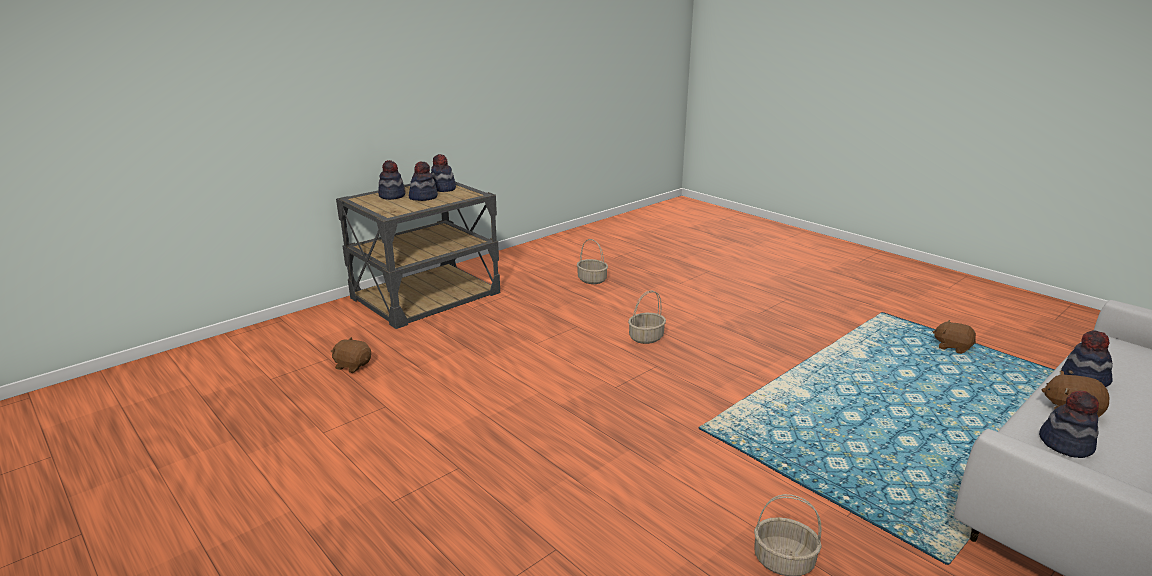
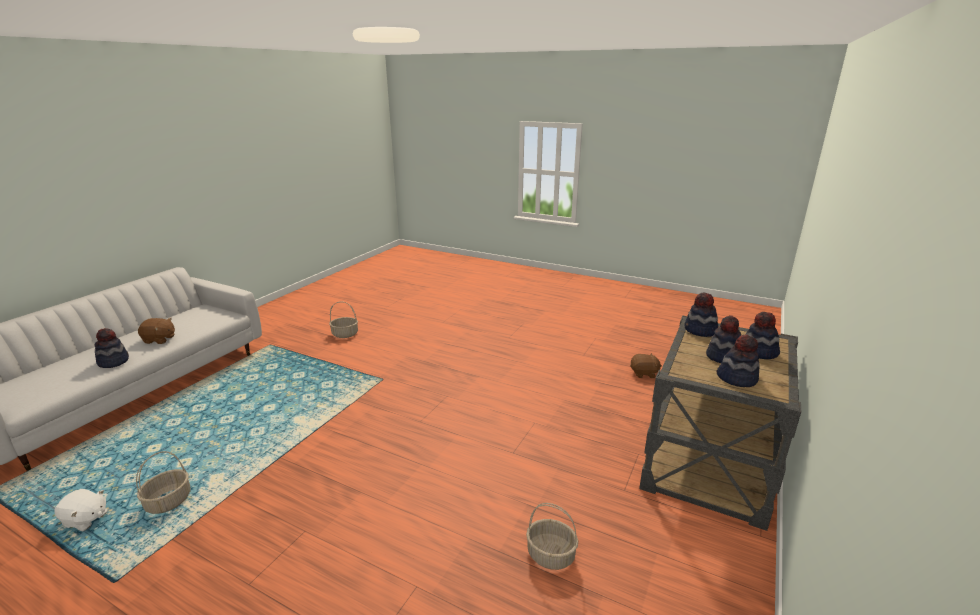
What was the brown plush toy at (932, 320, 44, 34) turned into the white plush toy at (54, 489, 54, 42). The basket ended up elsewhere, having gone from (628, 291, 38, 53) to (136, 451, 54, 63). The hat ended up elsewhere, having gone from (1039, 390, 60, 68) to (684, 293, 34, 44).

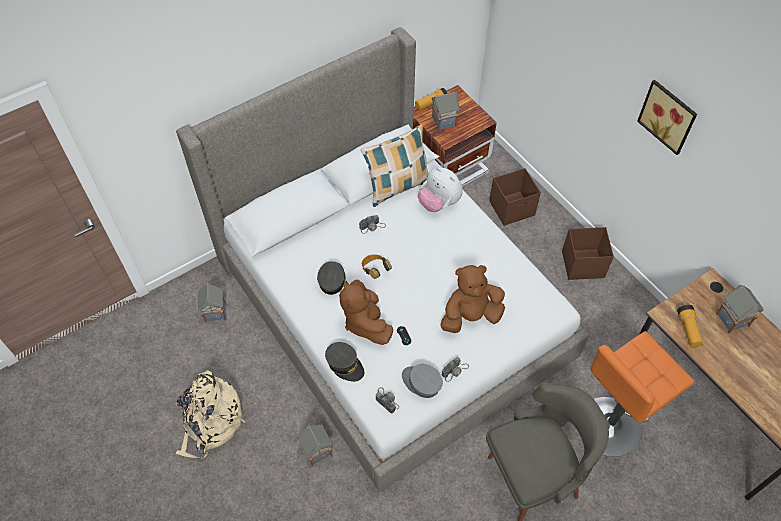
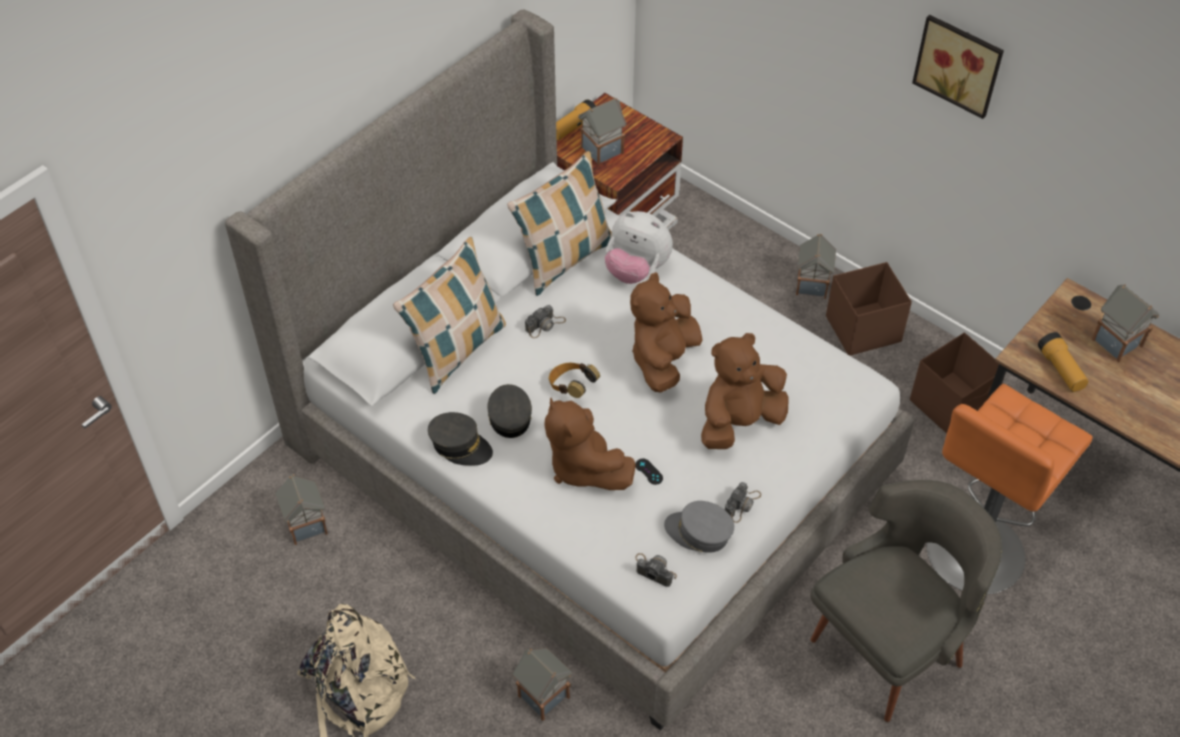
The second view gained the pillow at (393, 237, 113, 157). The grey cap ended up elsewhere, having gone from (325, 342, 39, 40) to (428, 412, 65, 54). The second view gained the brown plush toy at (630, 272, 72, 121). The second view gained the toy house at (796, 234, 40, 65). The brown storage box ended up elsewhere, having gone from (489, 168, 52, 58) to (910, 333, 96, 101).

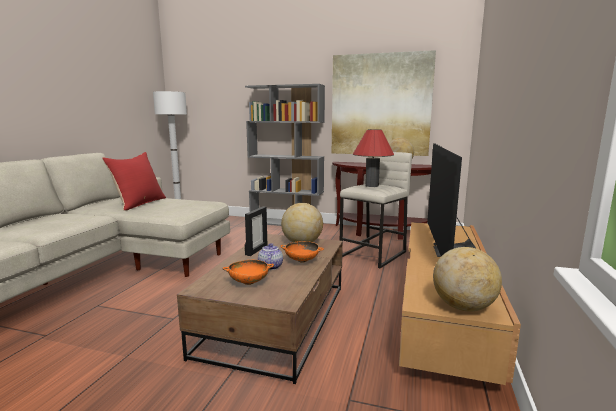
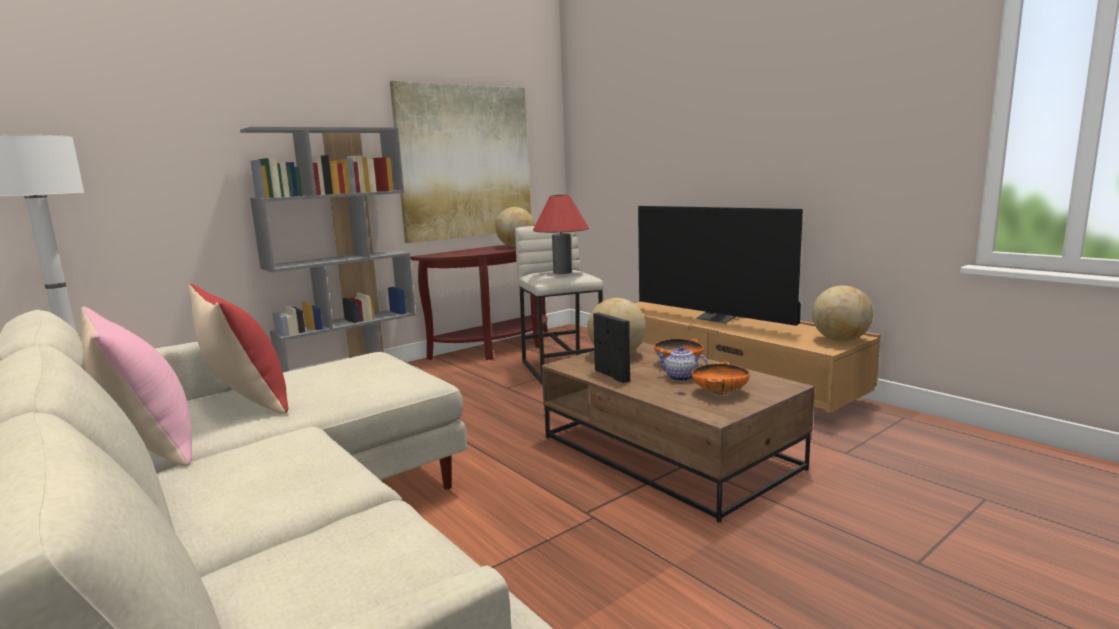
The second view gained the pink pillow at (81, 307, 111, 159).

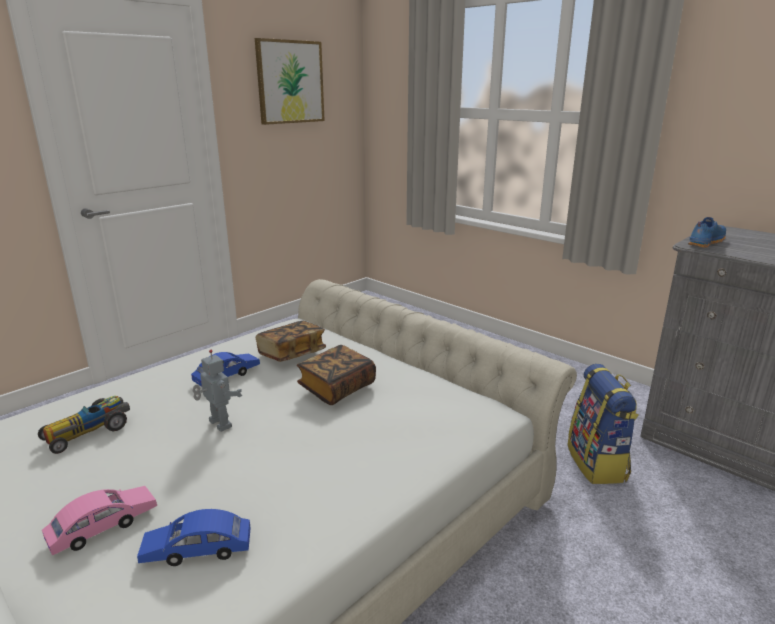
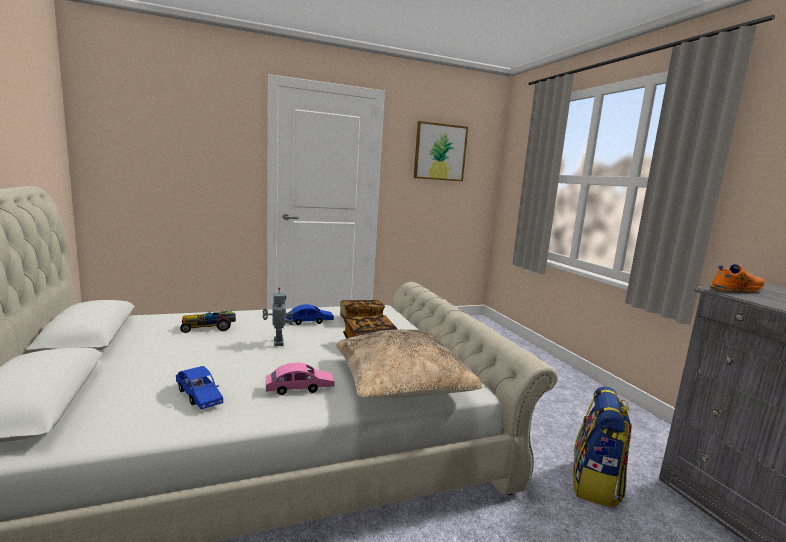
The blue toy car at (137, 509, 114, 57) ended up facing another way, 150 degrees counterclockwise from before. The pink toy car ended up elsewhere, having gone from (42, 486, 115, 69) to (266, 363, 68, 32). The second view gained the beige pillow at (335, 329, 147, 69). What was the blue shoe at (688, 217, 38, 31) turned into the orange shoe at (710, 264, 55, 28).

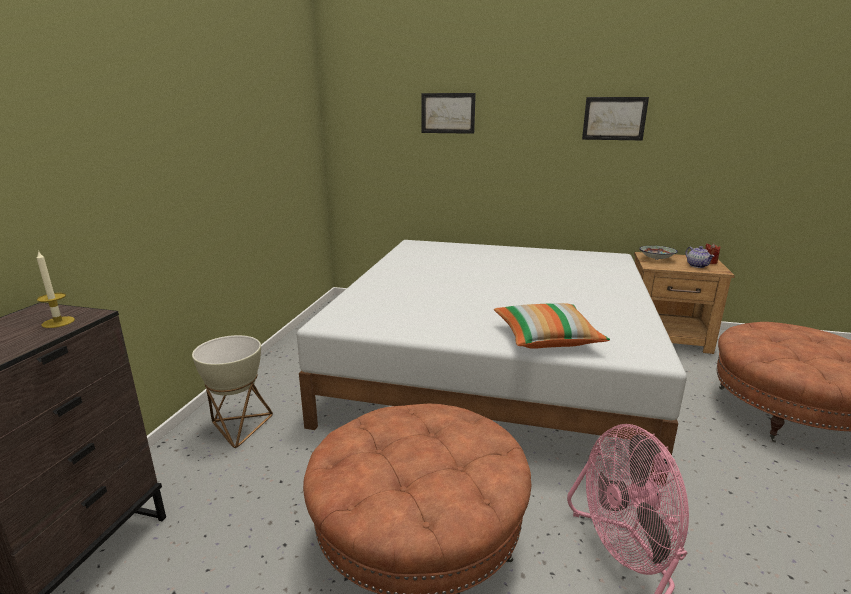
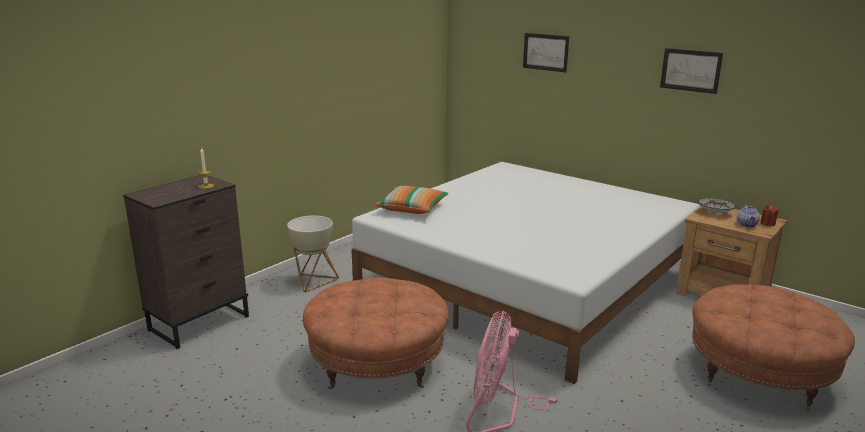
The pillow ended up elsewhere, having gone from (494, 303, 116, 46) to (374, 186, 75, 28).

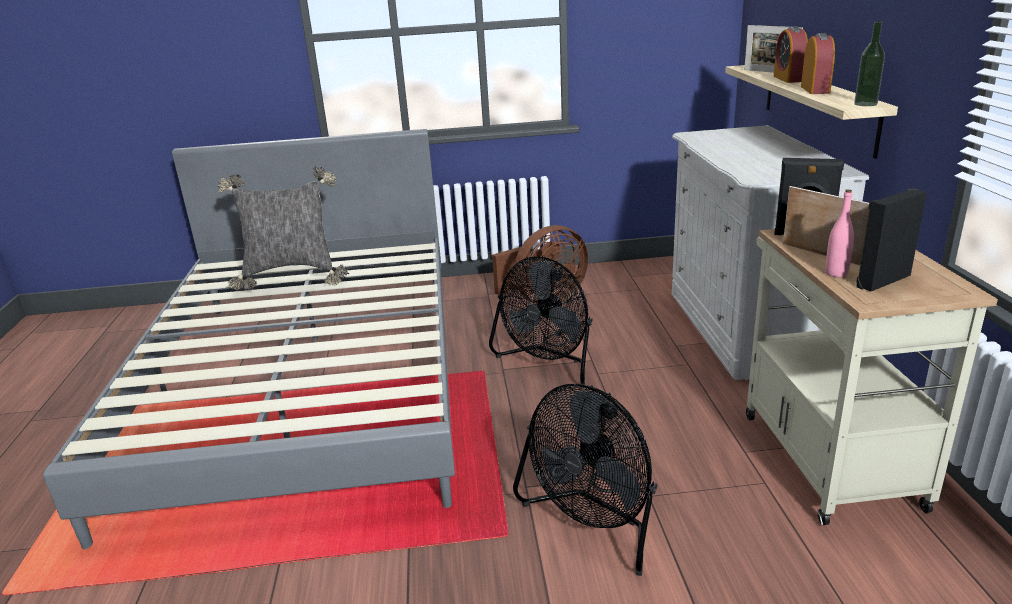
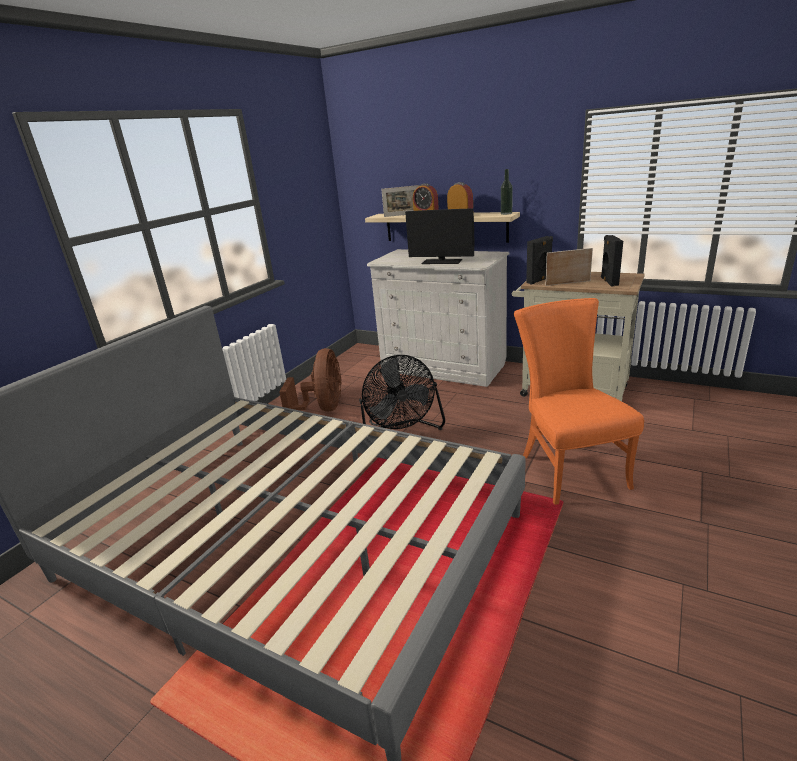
The second view gained the monitor at (405, 208, 69, 56). Where the black fan stood at (513, 384, 145, 192), the orange chair came to stand at (514, 298, 130, 207). The second view lost the pillow at (218, 166, 132, 124). The second view lost the pink bottle at (825, 190, 29, 87).

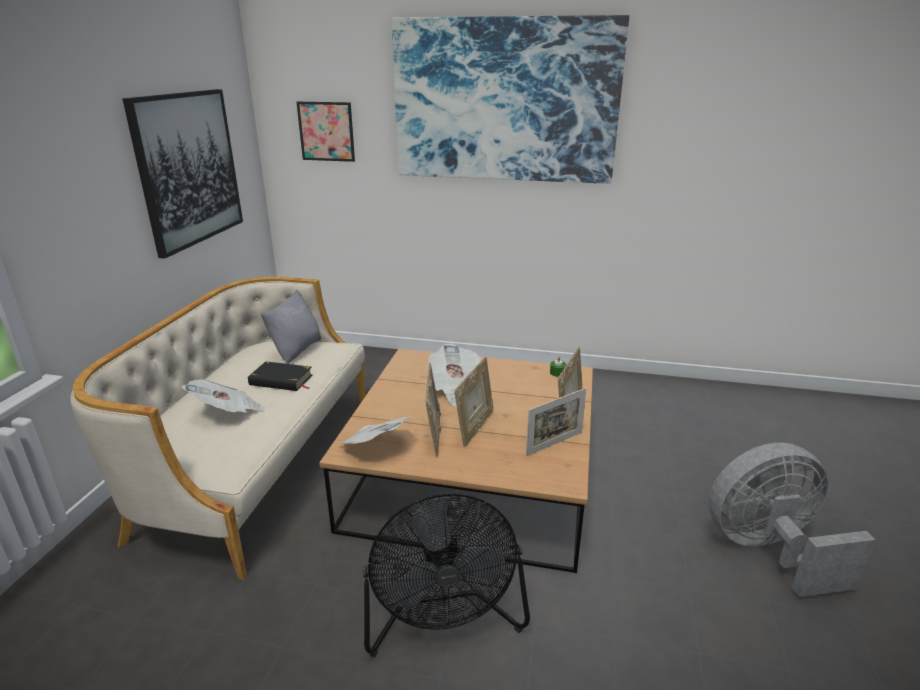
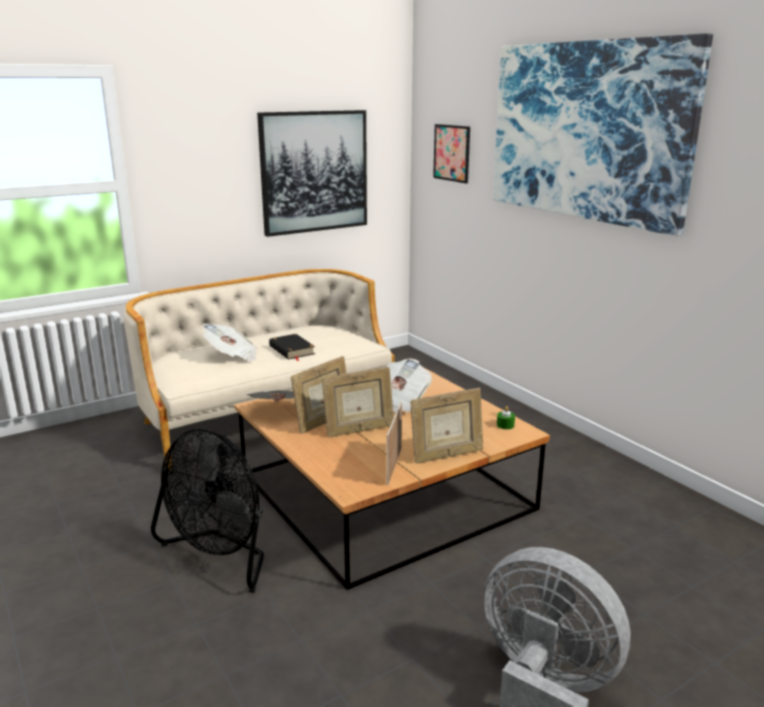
The picture frame at (526, 388, 60, 68) ended up facing another way, 90 degrees clockwise from before. The second view lost the grey pillow at (261, 290, 60, 74).

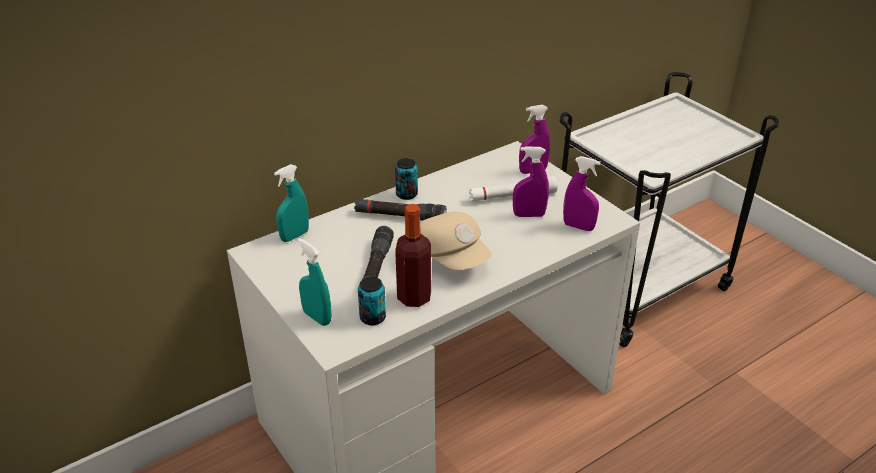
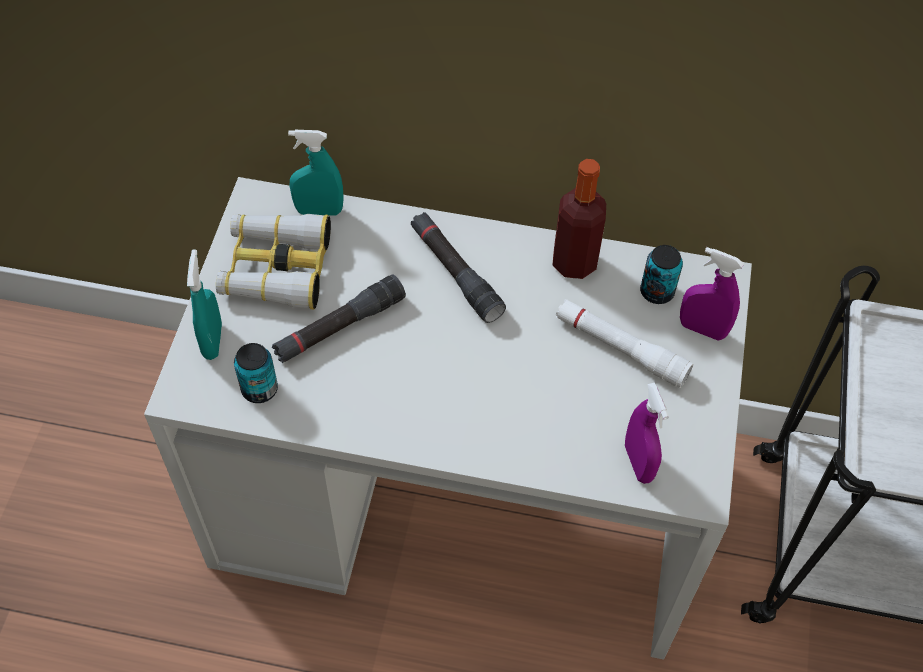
The second view gained the binoculars at (216, 214, 115, 96). The bottle ended up elsewhere, having gone from (395, 204, 36, 103) to (552, 159, 54, 120). The can ended up elsewhere, having gone from (395, 158, 23, 42) to (640, 245, 43, 59). The second view lost the beige cap at (420, 211, 72, 59). The second view lost the purple spray bottle at (513, 147, 36, 70).

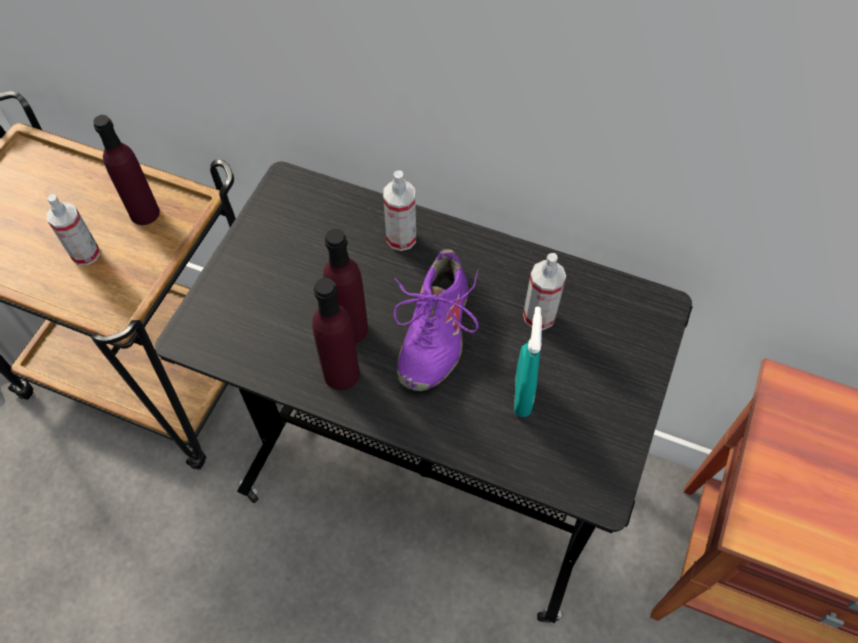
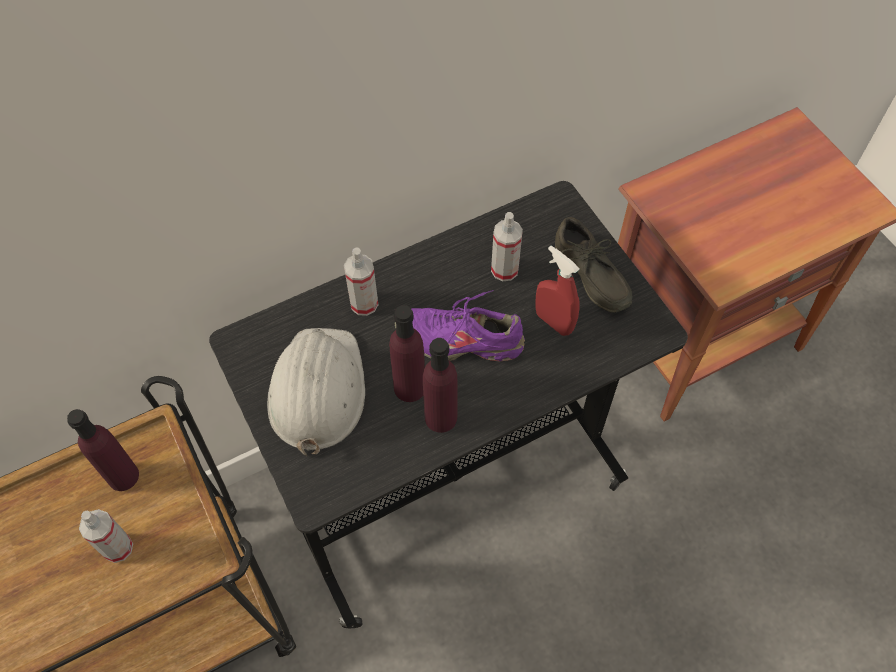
The second view gained the white hard hat at (267, 328, 98, 129). The purple shoe at (394, 249, 85, 142) ended up facing another way, 135 degrees clockwise from before. What was the turquoise spray bottle at (514, 307, 28, 110) turned into the red spray bottle at (535, 245, 45, 91). The second view gained the grey shoe at (555, 217, 77, 96).

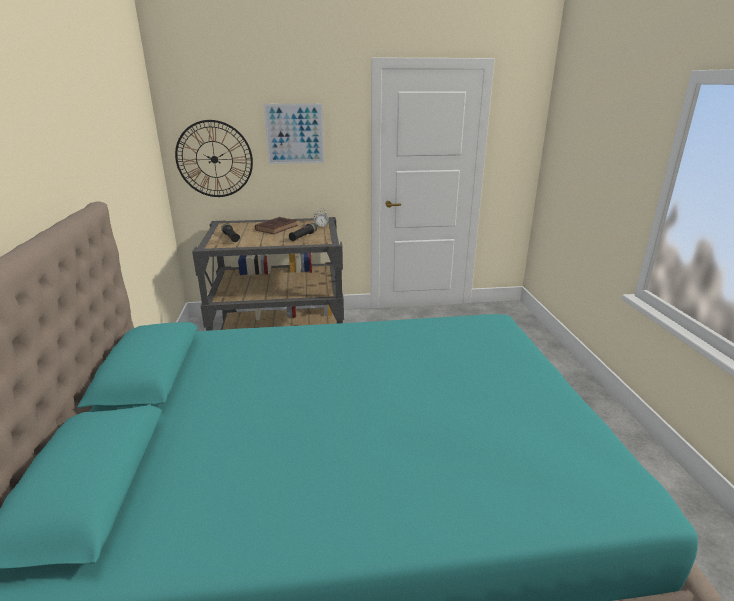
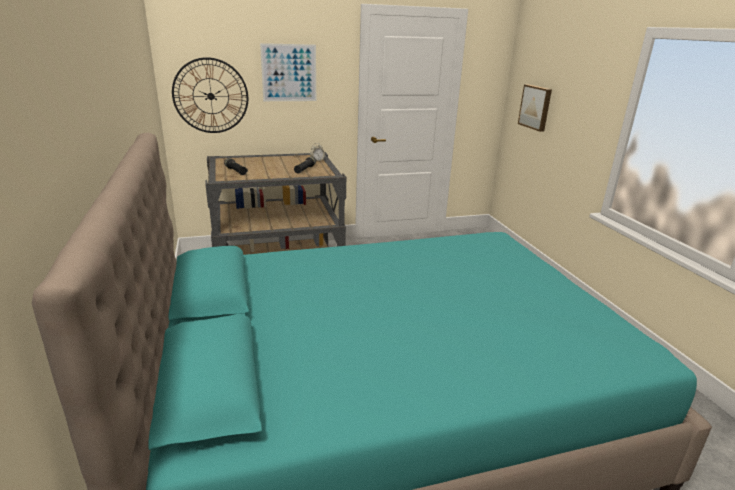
The second view gained the picture at (518, 85, 34, 47). The second view lost the brown book at (255, 217, 43, 17).

